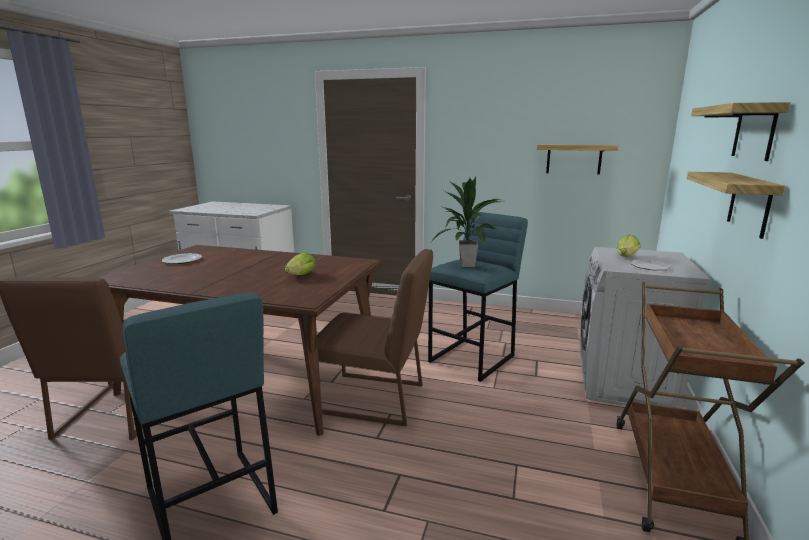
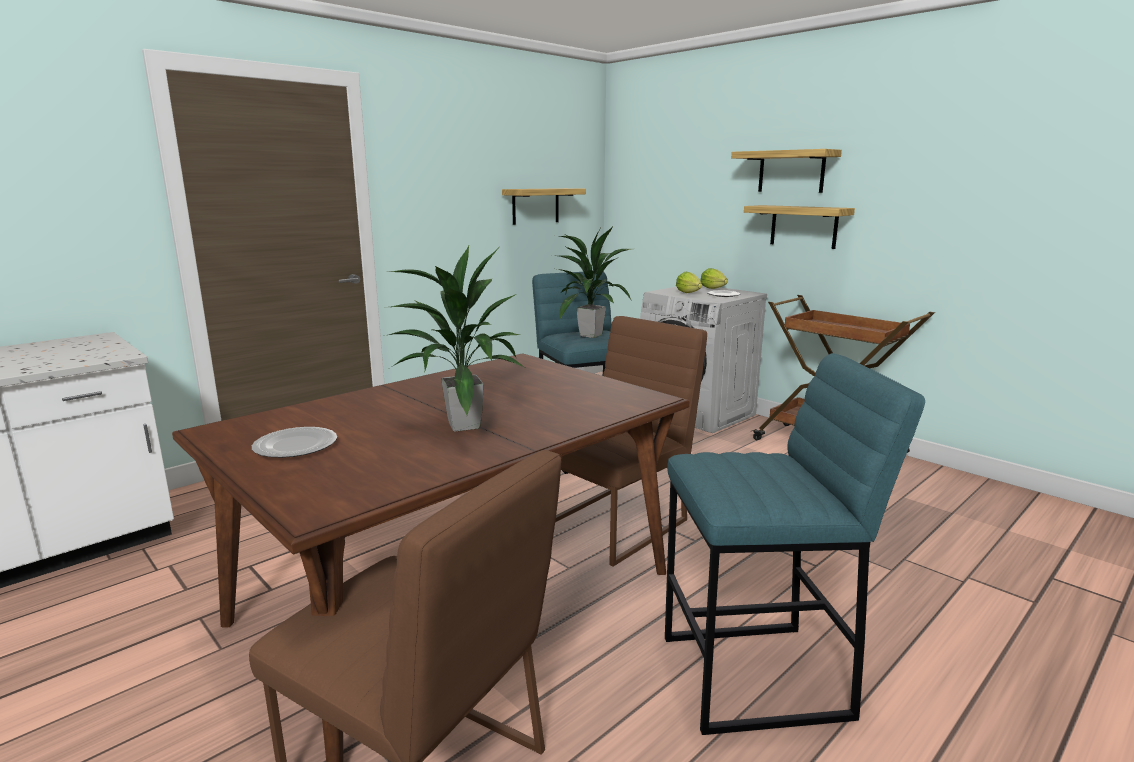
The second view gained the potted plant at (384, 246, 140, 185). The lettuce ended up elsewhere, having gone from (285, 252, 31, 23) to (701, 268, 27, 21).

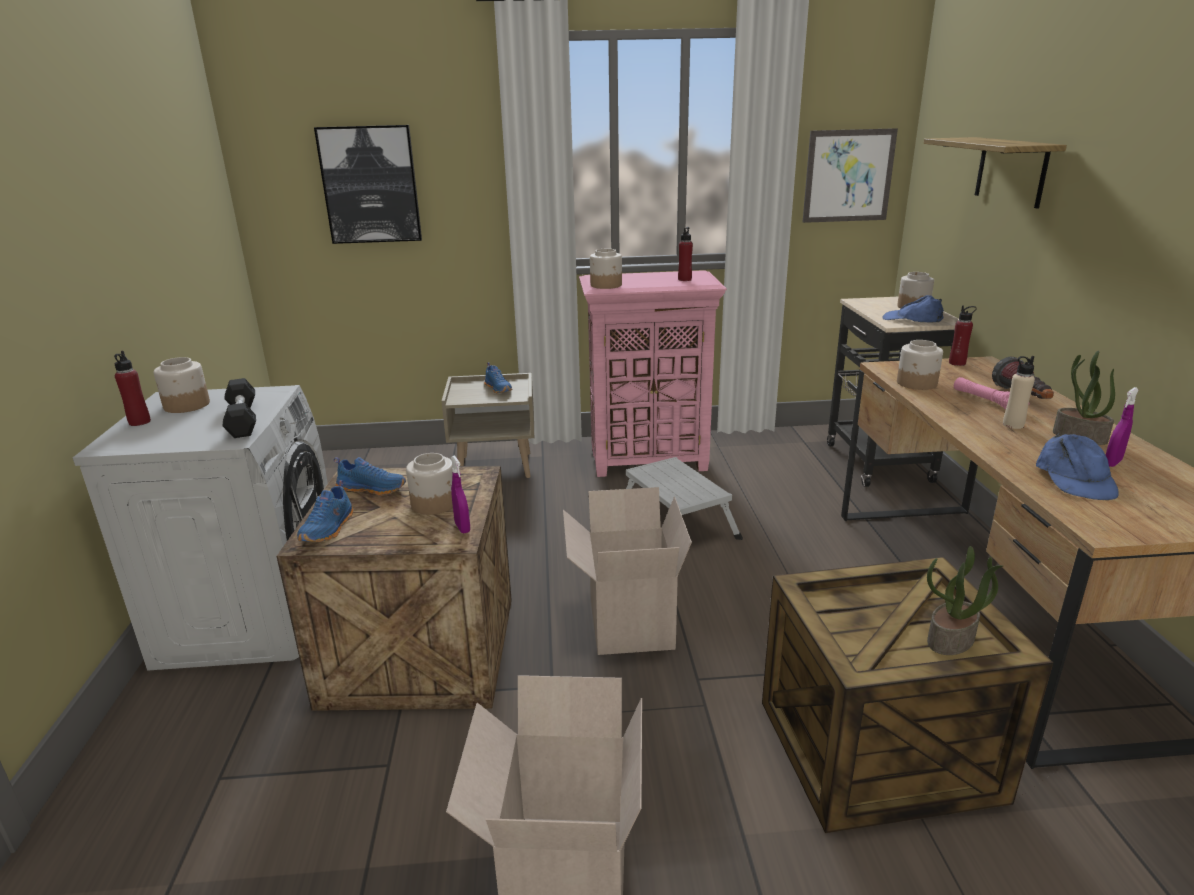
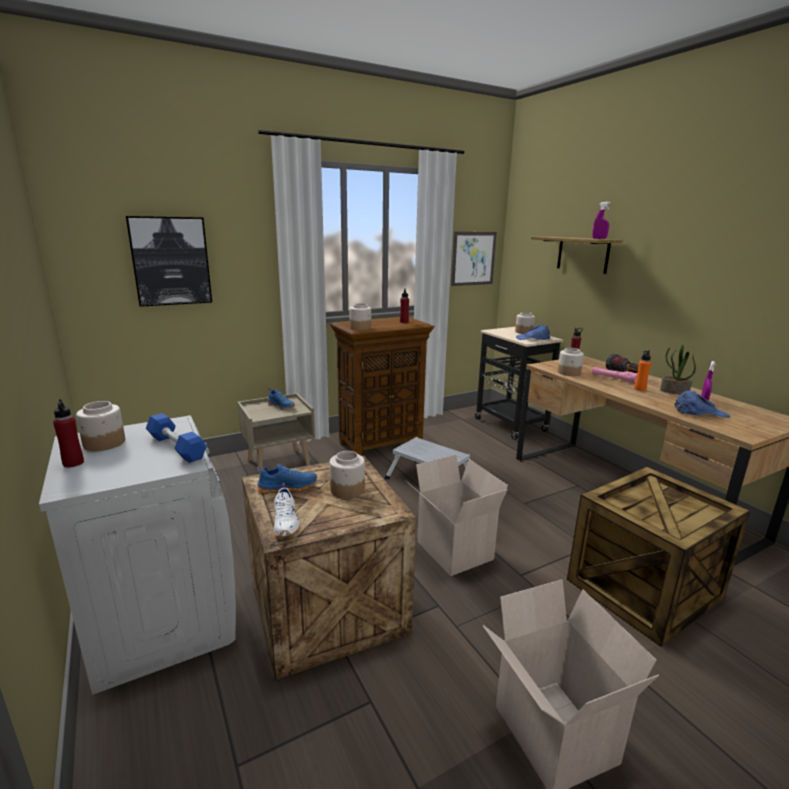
What was the black dumbbell at (223, 378, 33, 60) turned into the blue dumbbell at (146, 413, 61, 50). What was the blue shoe at (297, 480, 56, 62) turned into the white shoe at (273, 483, 27, 54). What was the pink cabinet at (579, 270, 148, 207) turned into the brown cabinet at (330, 317, 105, 139). The purple spray bottle ended up elsewhere, having gone from (451, 455, 19, 78) to (592, 202, 19, 37). What was the beige bottle at (1003, 356, 32, 73) turned into the orange bottle at (634, 350, 17, 41). The blue cap at (1036, 433, 82, 67) ended up facing another way, 60 degrees counterclockwise from before. The second view lost the potted plant at (927, 546, 76, 109).

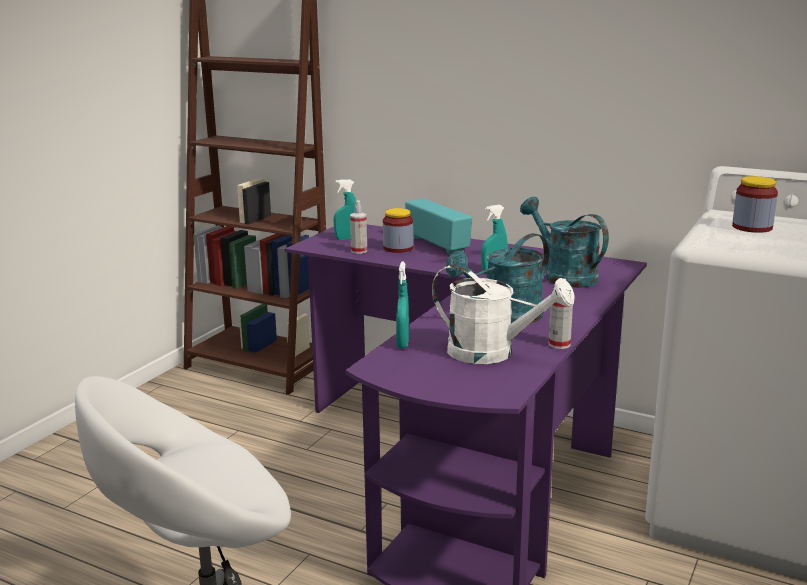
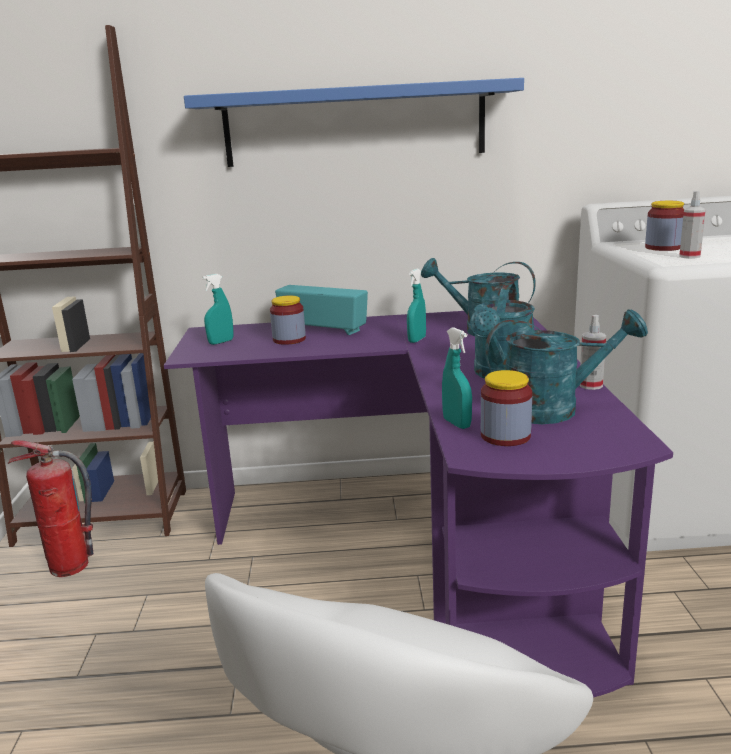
The second view gained the fire extinguisher at (8, 440, 86, 137). The second view gained the blue shelf at (184, 78, 340, 89). The second view gained the jar at (481, 370, 51, 76). What was the white watering can at (432, 265, 142, 99) turned into the turquoise watering can at (485, 309, 163, 115). The spray bottle ended up elsewhere, having gone from (350, 200, 17, 54) to (679, 191, 27, 67).

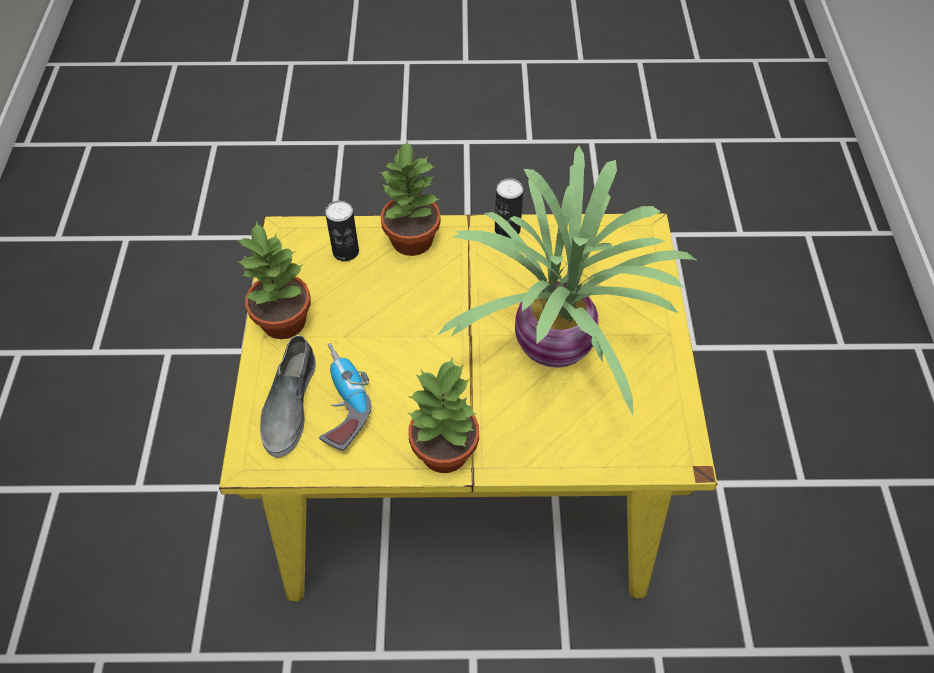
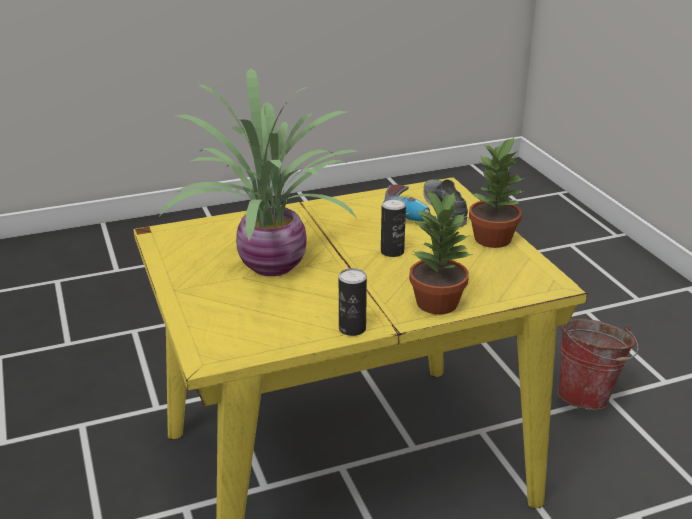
The can ended up elsewhere, having gone from (325, 200, 34, 61) to (381, 198, 25, 59). The second view gained the bucket at (557, 319, 81, 91). The second view lost the potted plant at (407, 357, 72, 116).

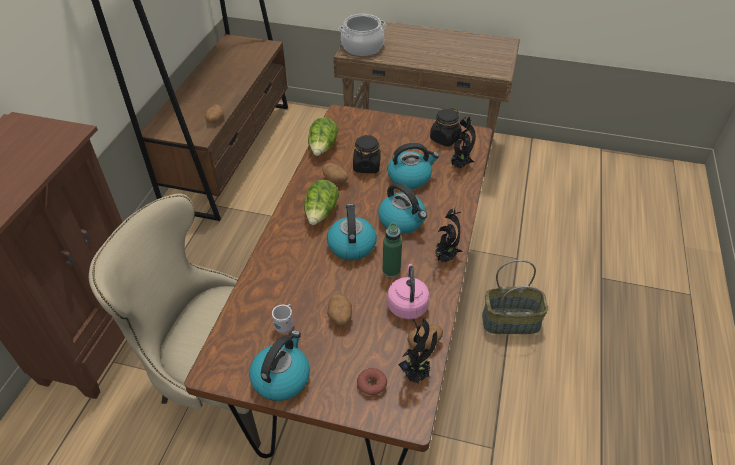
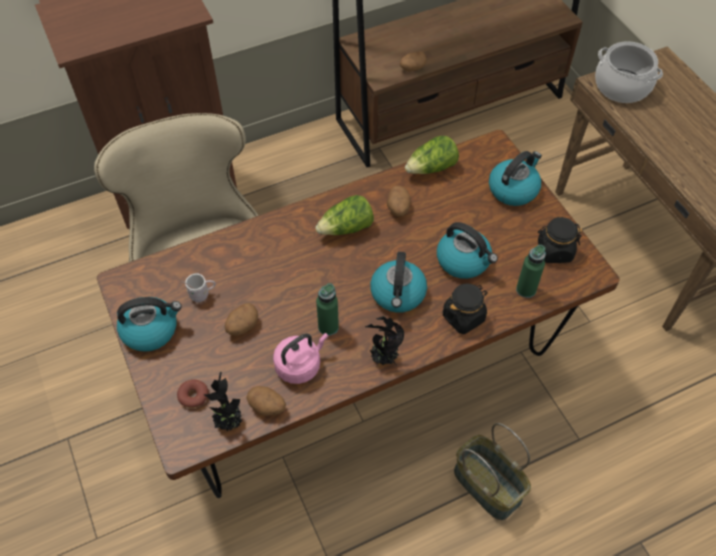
The black jar ended up elsewhere, having gone from (353, 135, 28, 38) to (443, 283, 45, 51). The kettle ended up elsewhere, having gone from (327, 204, 50, 56) to (489, 151, 53, 55). Where the potted plant stood at (451, 117, 25, 51), the green bottle came to stand at (516, 244, 30, 54).

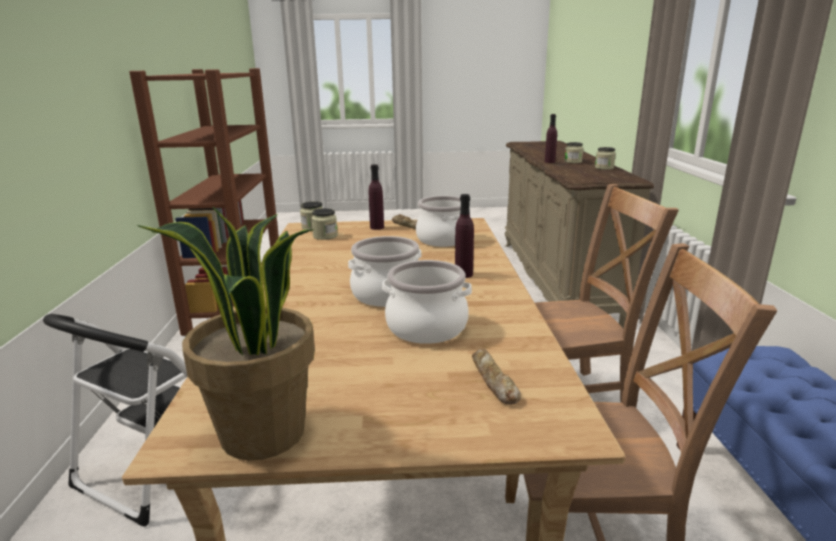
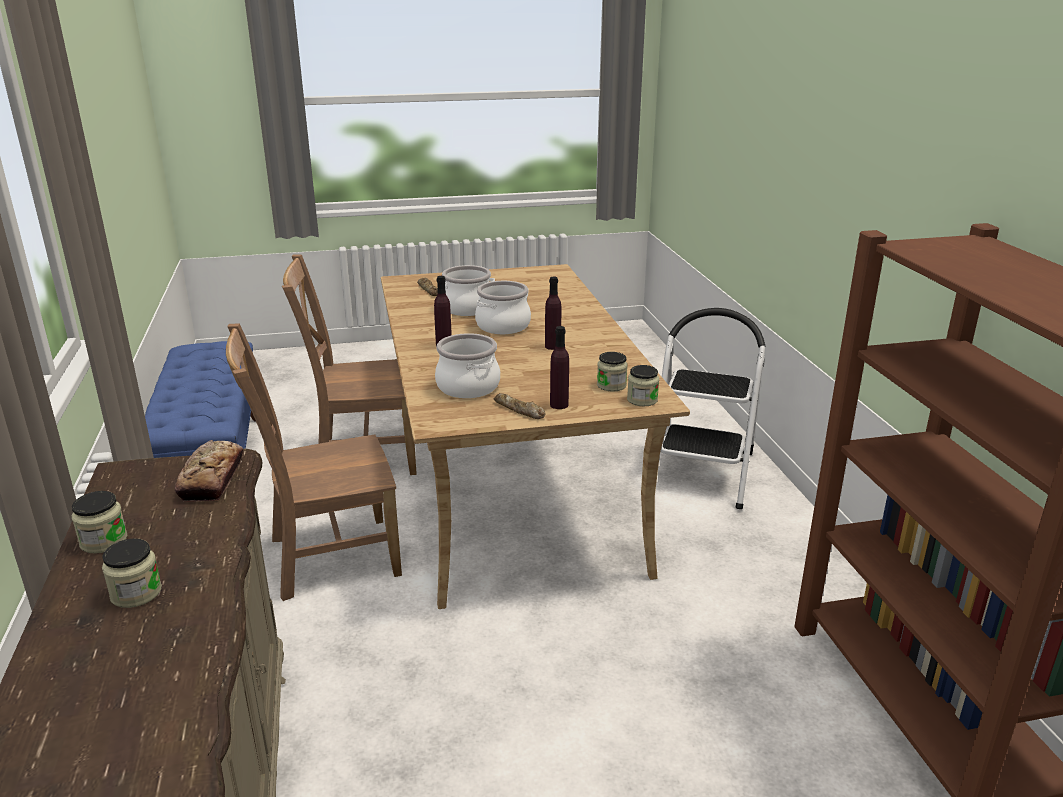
The second view gained the bread at (175, 440, 68, 62). The purple bottle ended up elsewhere, having gone from (545, 114, 12, 49) to (545, 277, 16, 73). The second view lost the potted plant at (136, 206, 179, 255).

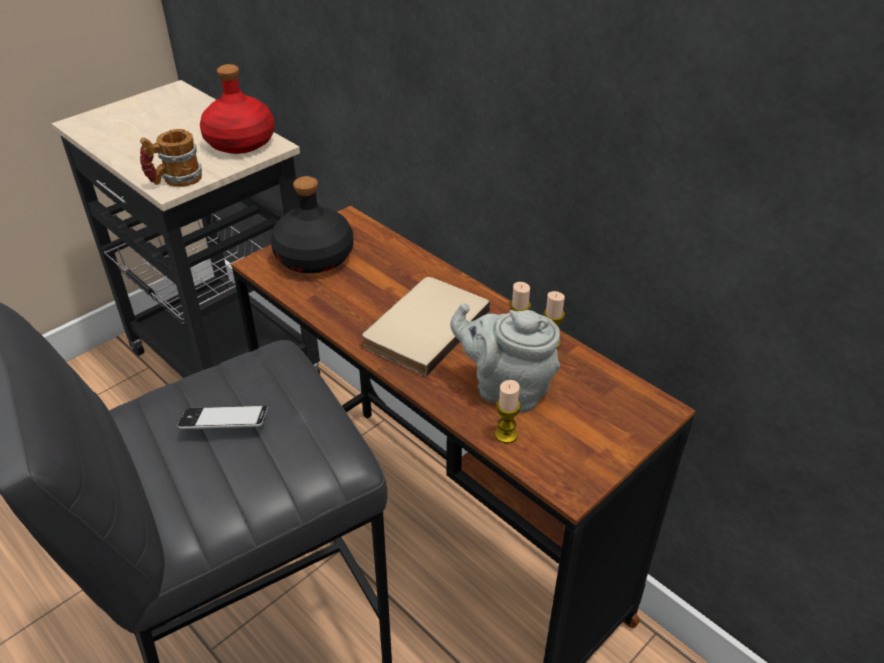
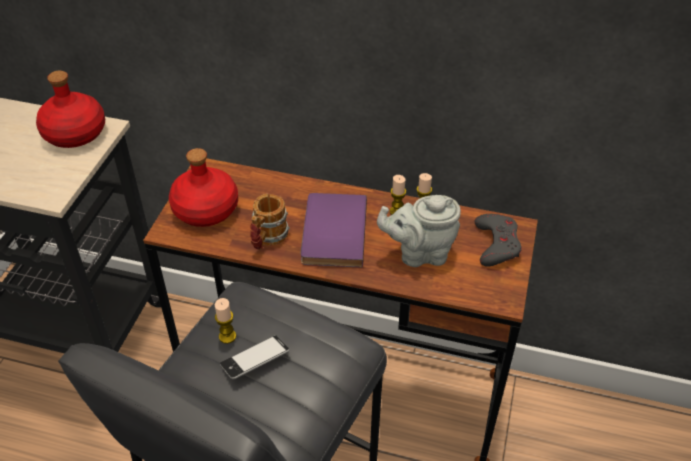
What was the black bottle at (271, 176, 83, 97) turned into the red bottle at (169, 148, 69, 79). The candle ended up elsewhere, having gone from (495, 380, 26, 64) to (215, 298, 21, 46). The mug ended up elsewhere, having gone from (140, 129, 62, 58) to (250, 194, 40, 56). What was the beige book at (362, 277, 129, 100) turned into the purple book at (301, 193, 66, 74). The second view gained the grey game controller at (475, 214, 47, 53).

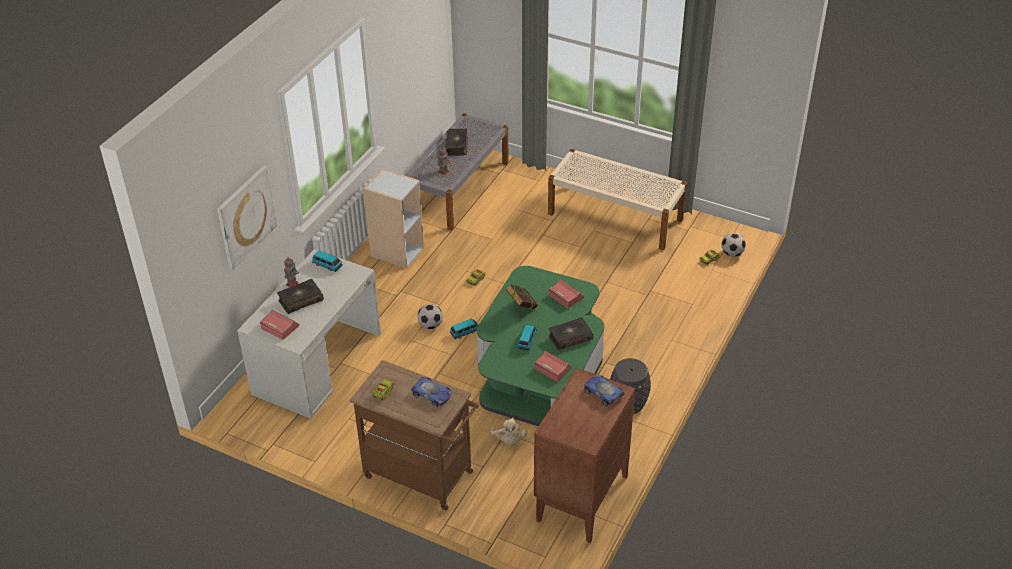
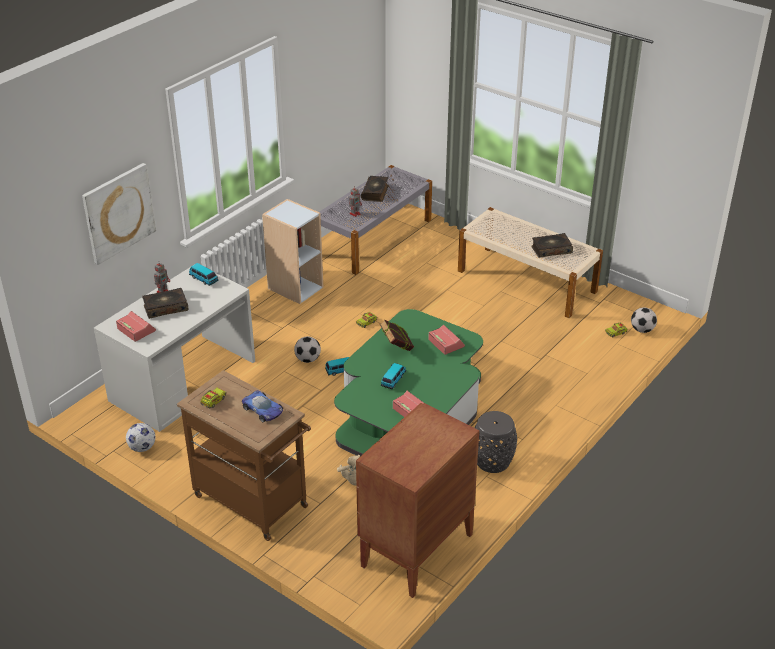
The second view gained the football at (126, 423, 30, 29). The book ended up elsewhere, having gone from (548, 317, 46, 34) to (531, 233, 42, 25). The second view lost the toy car at (584, 375, 41, 31).

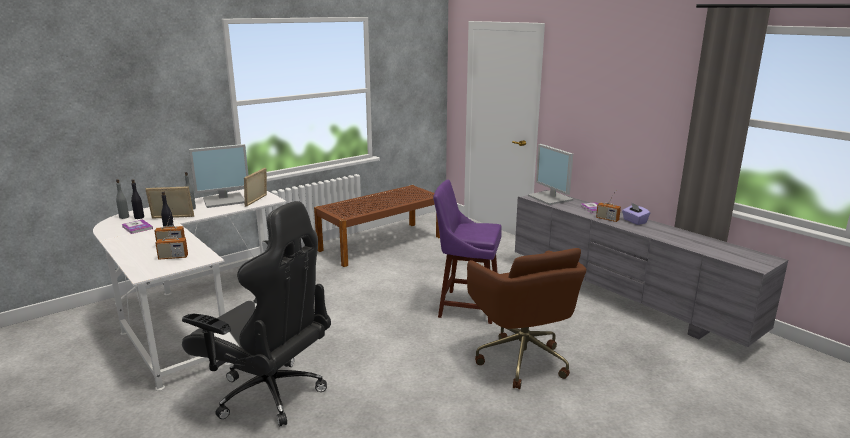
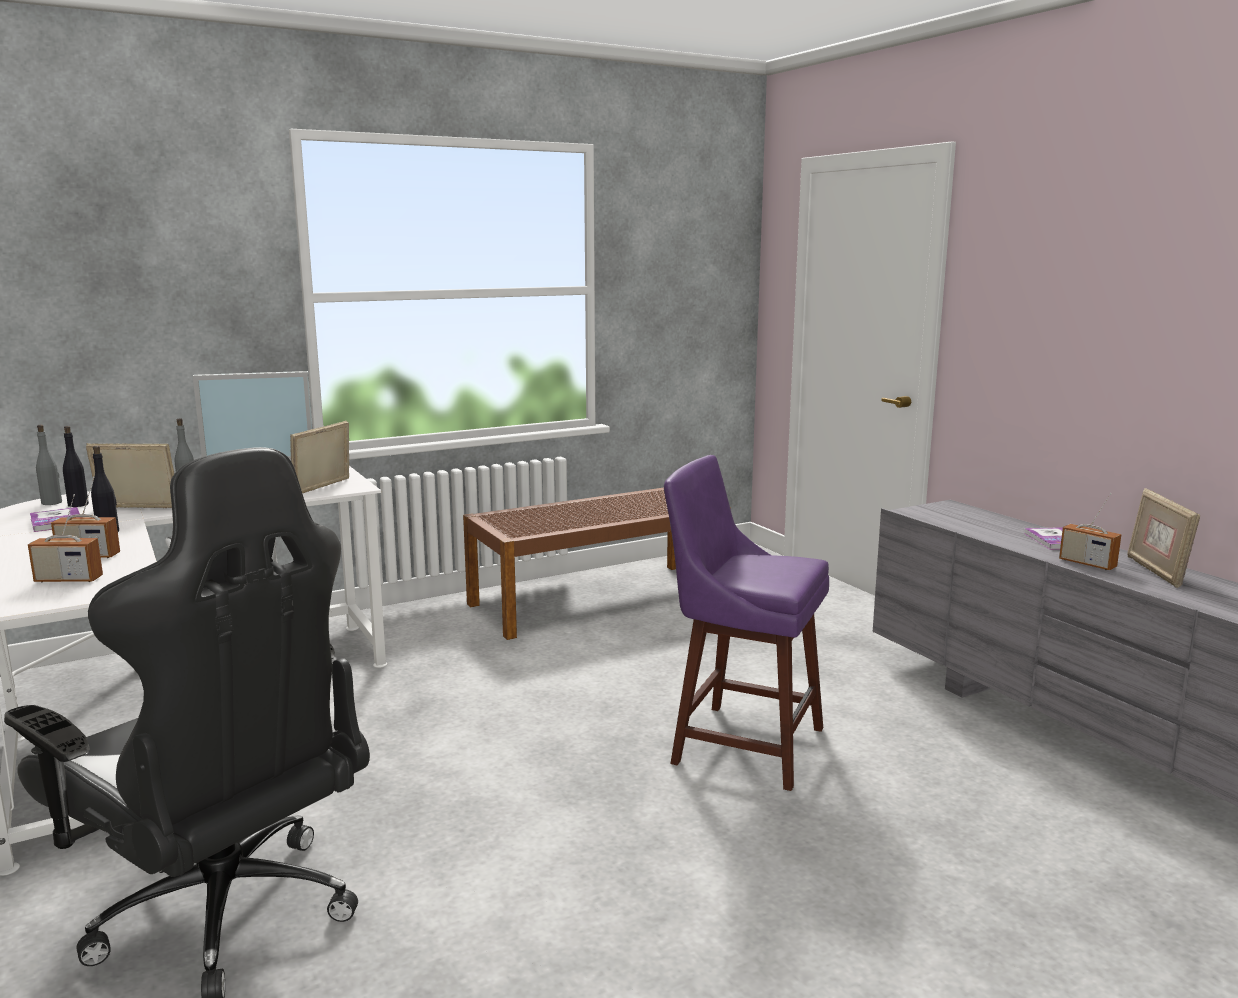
Where the purple tissue box stood at (622, 203, 28, 22), the picture frame came to stand at (1127, 488, 73, 100). The second view lost the brown office chair at (467, 248, 119, 141). The second view lost the monitor at (528, 144, 45, 61).

